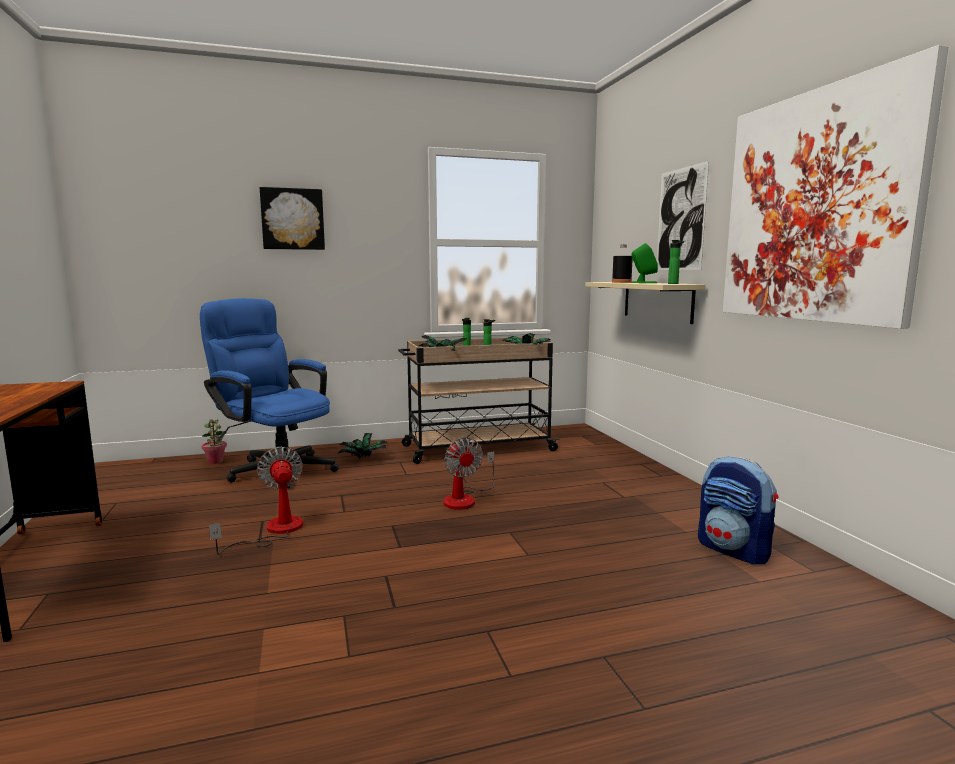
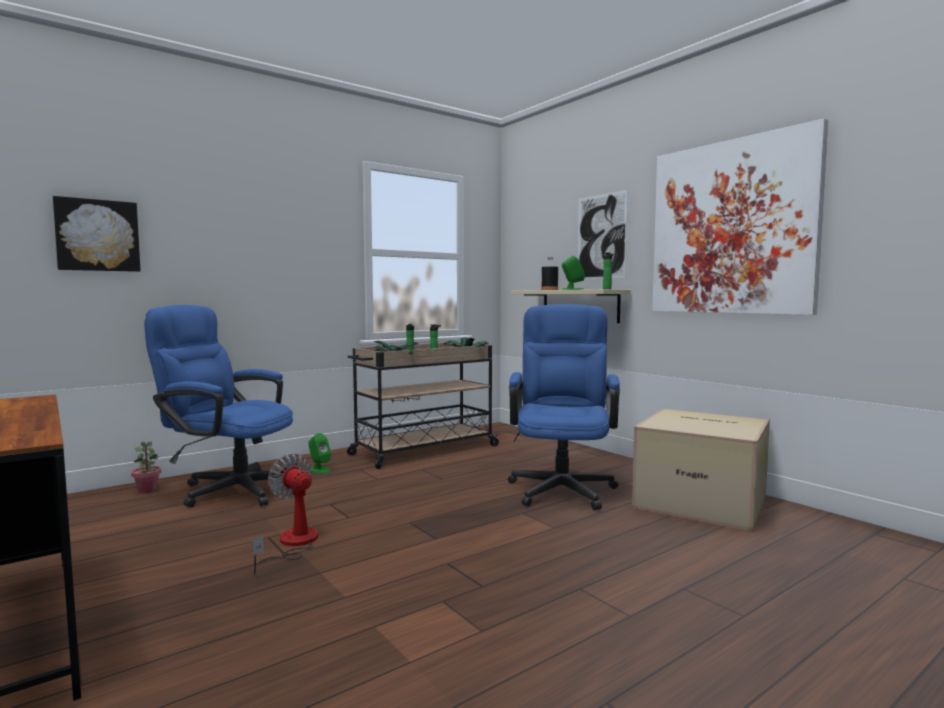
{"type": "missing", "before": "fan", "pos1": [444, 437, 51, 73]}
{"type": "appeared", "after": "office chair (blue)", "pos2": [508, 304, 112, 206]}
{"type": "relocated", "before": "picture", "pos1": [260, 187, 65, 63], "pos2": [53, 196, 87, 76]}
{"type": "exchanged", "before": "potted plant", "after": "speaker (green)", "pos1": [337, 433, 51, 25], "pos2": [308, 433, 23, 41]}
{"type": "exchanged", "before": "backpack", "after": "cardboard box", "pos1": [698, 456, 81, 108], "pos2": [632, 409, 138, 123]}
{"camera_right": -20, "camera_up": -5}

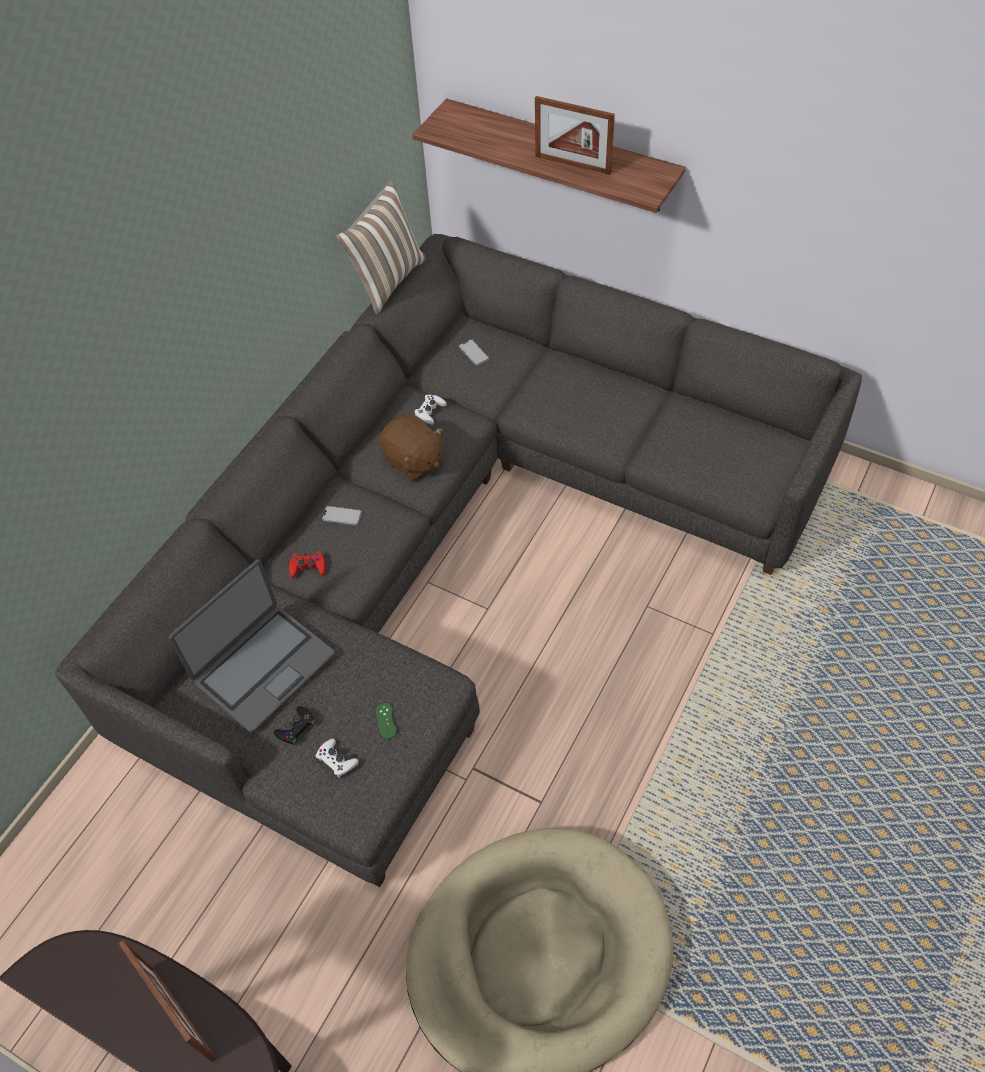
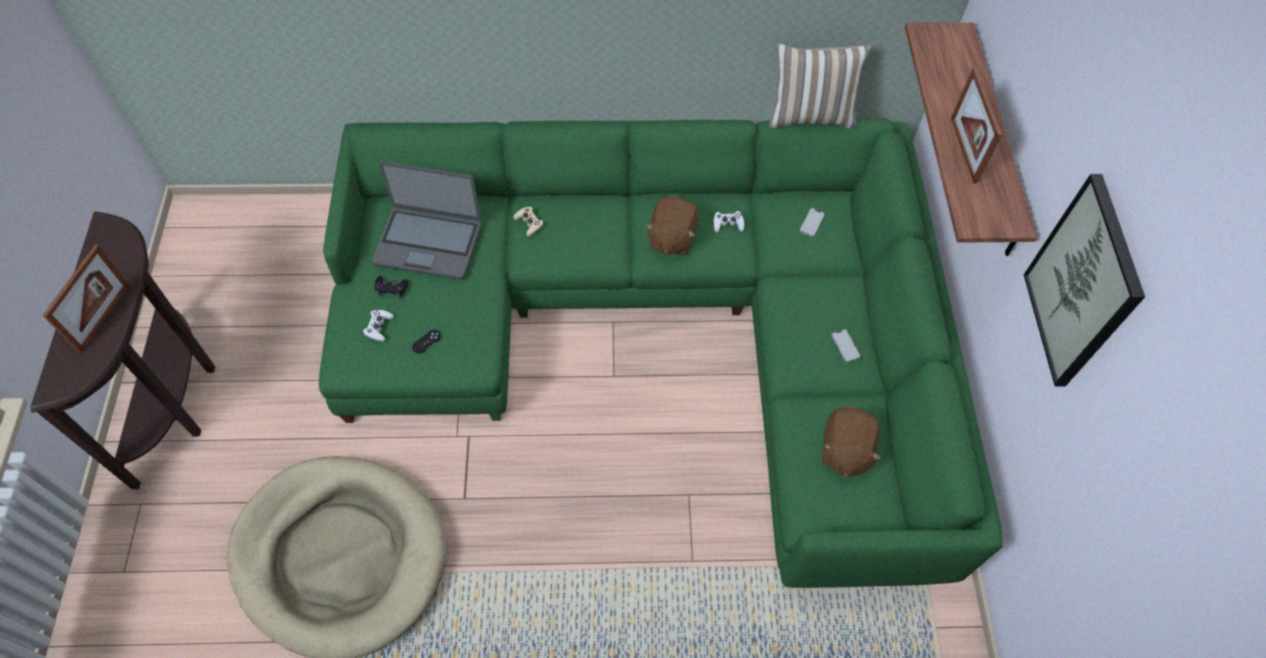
{"type": "appeared", "after": "plush toy (brown)", "pos2": [822, 407, 59, 71]}
{"type": "appeared", "after": "picture", "pos2": [1024, 174, 121, 213]}
{"type": "relocated", "before": "phone", "pos1": [322, 506, 40, 19], "pos2": [831, 329, 30, 34]}
{"type": "colour", "before": "sofa (grey)", "after": "sofa (green)", "pos1": [55, 234, 807, 653], "pos2": [319, 118, 684, 470]}
{"type": "colour", "before": "game controller (red)", "after": "game controller (beige)", "pos1": [289, 551, 36, 27], "pos2": [513, 207, 31, 30]}
{"type": "colour", "before": "game controller (green)", "after": "game controller (black)", "pos1": [376, 703, 21, 36], "pos2": [412, 330, 29, 23]}
{"camera_right": 55, "camera_up": 5}

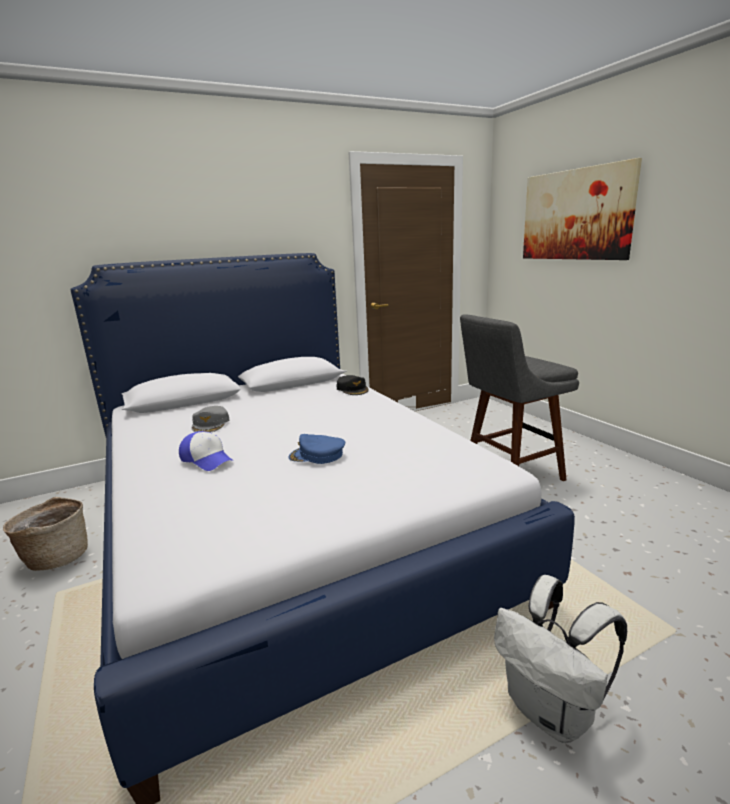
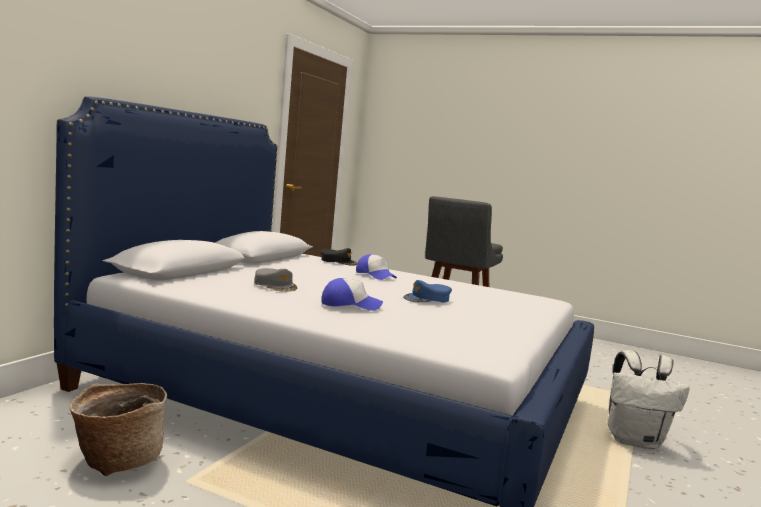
{"type": "missing", "before": "picture", "pos1": [523, 158, 119, 102]}
{"type": "appeared", "after": "cap", "pos2": [356, 254, 41, 26]}
{"camera_right": -40, "camera_up": -10}

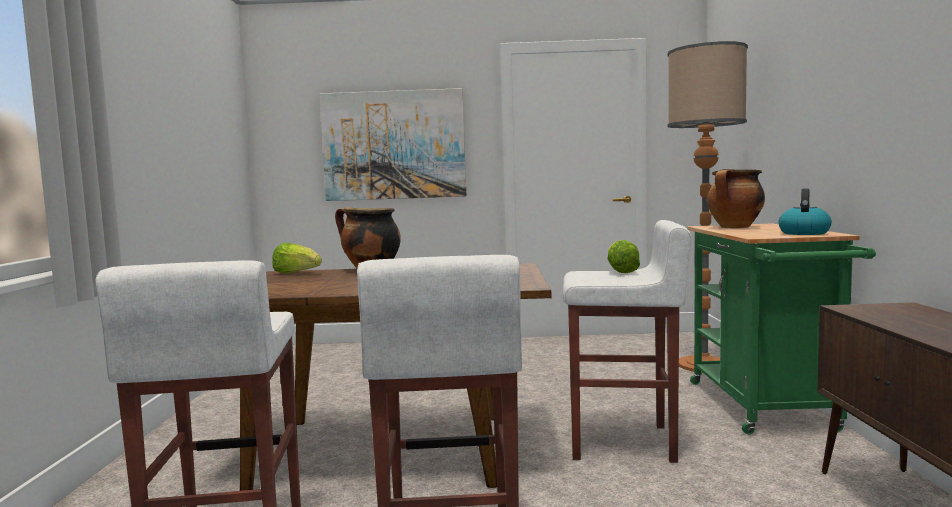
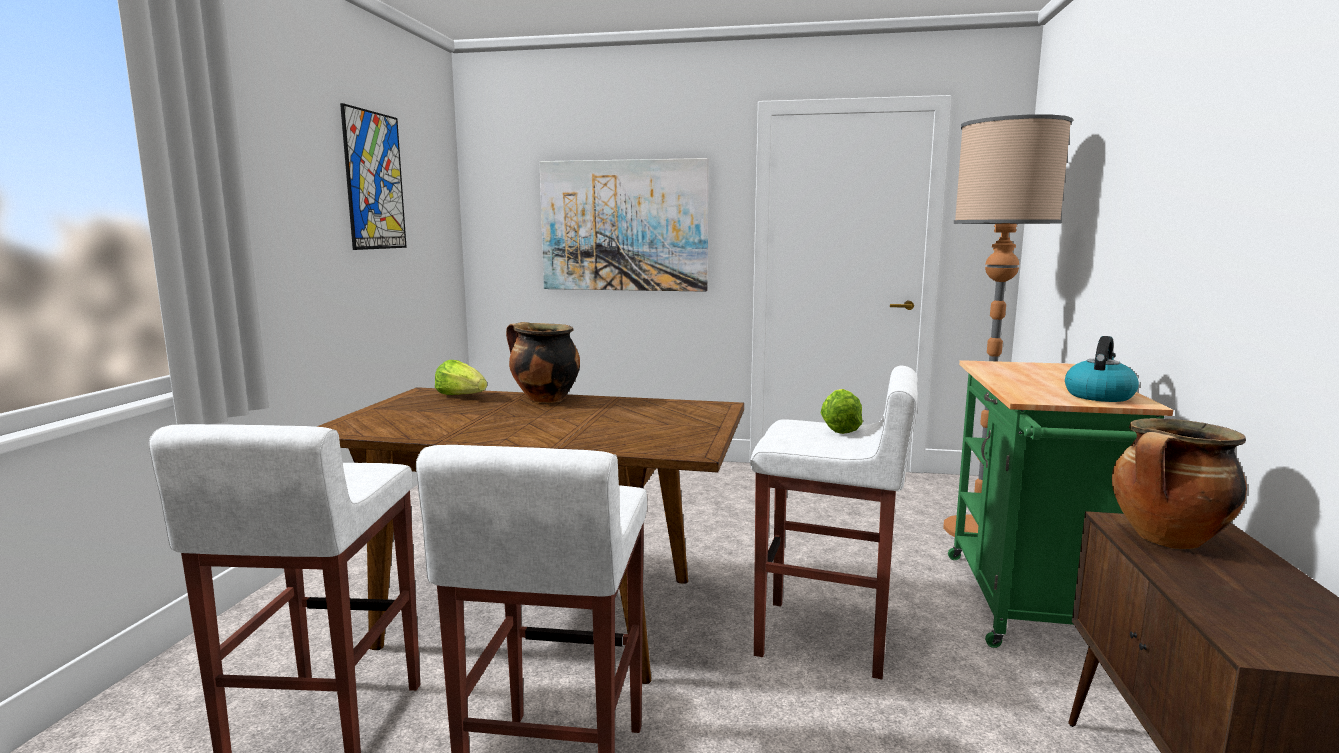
{"type": "appeared", "after": "picture", "pos2": [340, 103, 67, 147]}
{"type": "relocated", "before": "cooking pot", "pos1": [707, 169, 58, 59], "pos2": [1112, 418, 135, 131]}
{"camera_right": 10, "camera_up": 5}

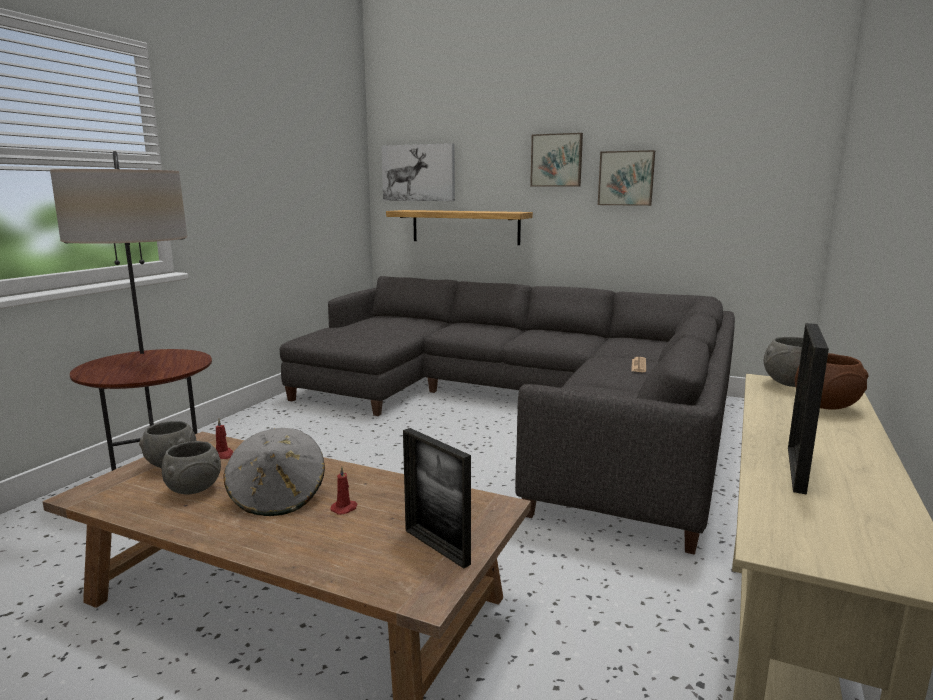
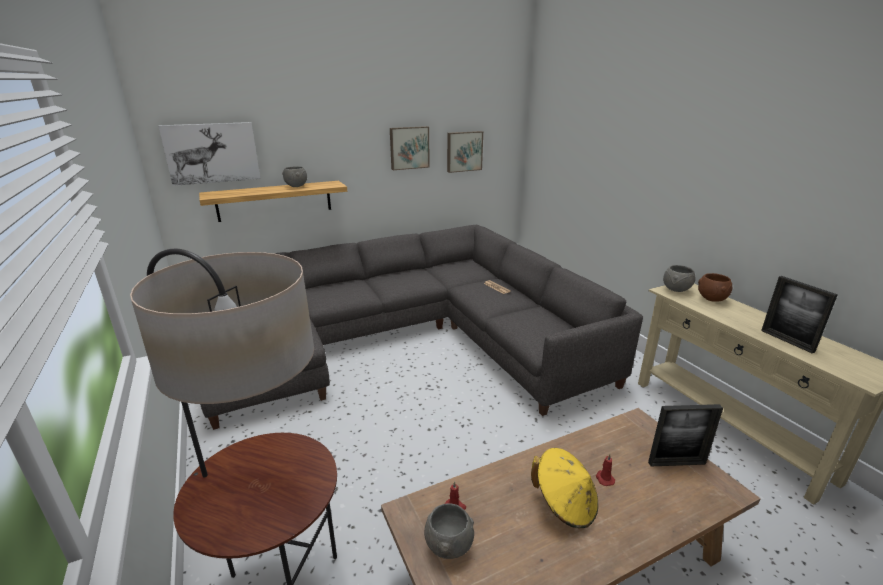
{"type": "relocated", "before": "bowl (grey)", "pos1": [162, 441, 59, 53], "pos2": [282, 166, 25, 21]}
{"type": "relocated", "before": "picture", "pos1": [530, 133, 53, 53], "pos2": [447, 131, 36, 42]}
{"type": "colour", "before": "hat (grey)", "after": "hat (yellow)", "pos1": [223, 428, 102, 88], "pos2": [531, 448, 67, 80]}
{"camera_right": -50, "camera_up": 10}

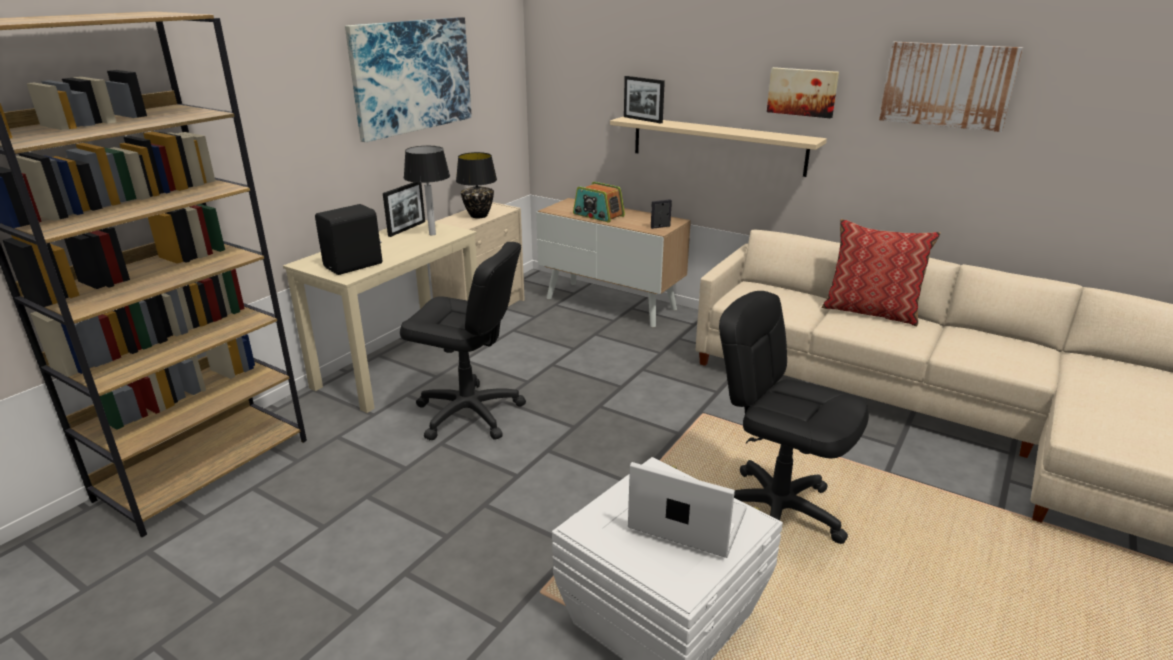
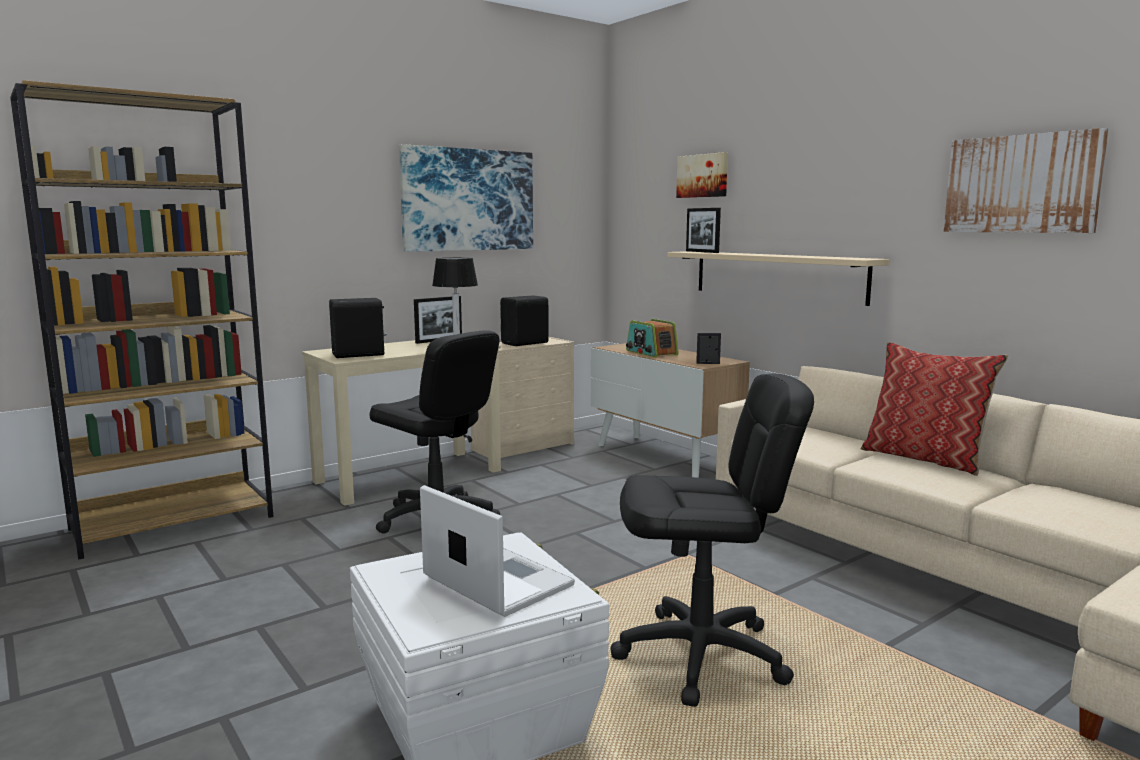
{"type": "relocated", "before": "picture", "pos1": [767, 67, 72, 51], "pos2": [676, 152, 52, 46]}
{"type": "exchanged", "before": "table lamp (black)", "after": "speaker (black)", "pos1": [456, 152, 41, 67], "pos2": [500, 295, 49, 51]}
{"type": "spun", "before": "office chair (black)", "pos1": [719, 291, 150, 253], "pos2": [610, 373, 204, 334], "turn": 120}
{"camera_right": 20, "camera_up": -15}

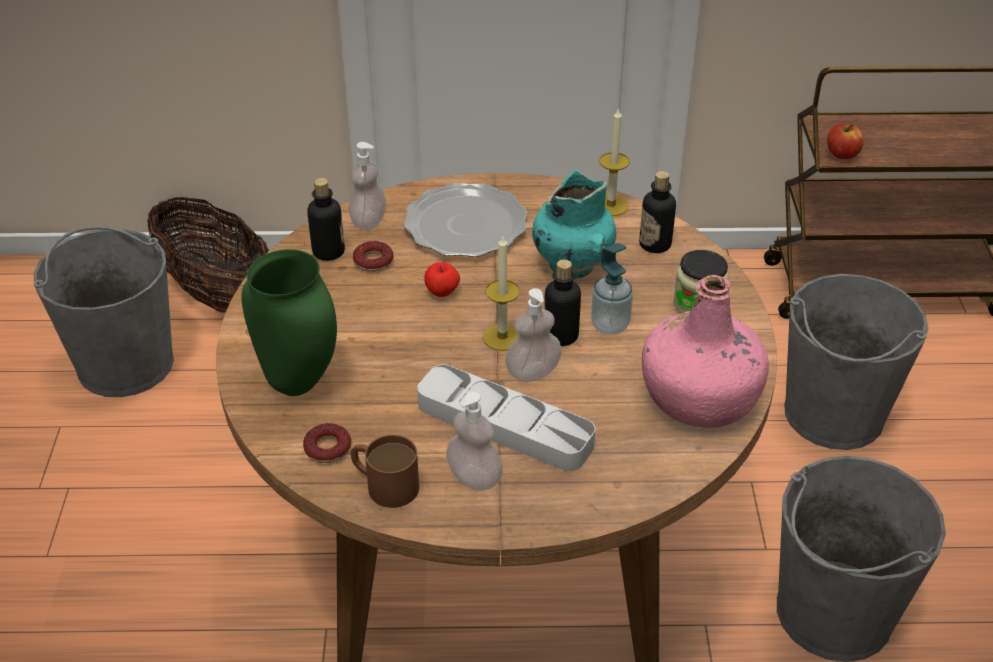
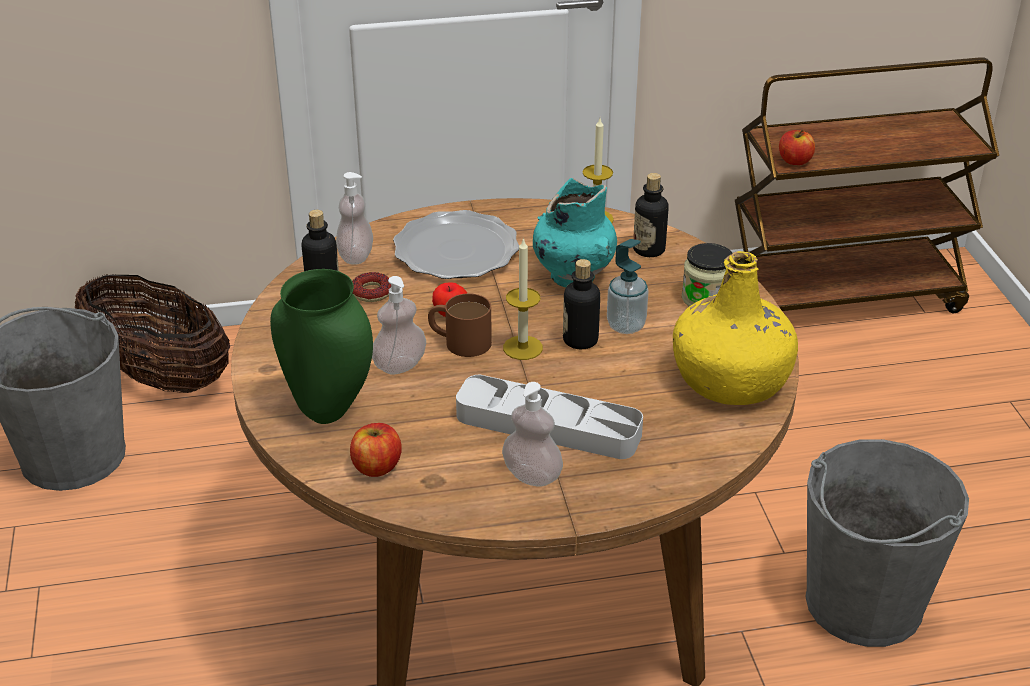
{"type": "missing", "before": "bucket (grey)", "pos1": [784, 274, 145, 176]}
{"type": "relocated", "before": "mug (brown)", "pos1": [351, 435, 68, 73], "pos2": [428, 293, 64, 64]}
{"type": "relocated", "before": "soap dispenser", "pos1": [505, 288, 57, 94], "pos2": [372, 276, 54, 98]}
{"type": "exchanged", "before": "donut", "after": "apple", "pos1": [303, 423, 48, 40], "pos2": [350, 423, 52, 54]}
{"type": "colour", "before": "bottle (pink)", "after": "bottle (yellow)", "pos1": [642, 275, 127, 153], "pos2": [673, 251, 125, 154]}
{"camera_right": -10, "camera_up": -5}

